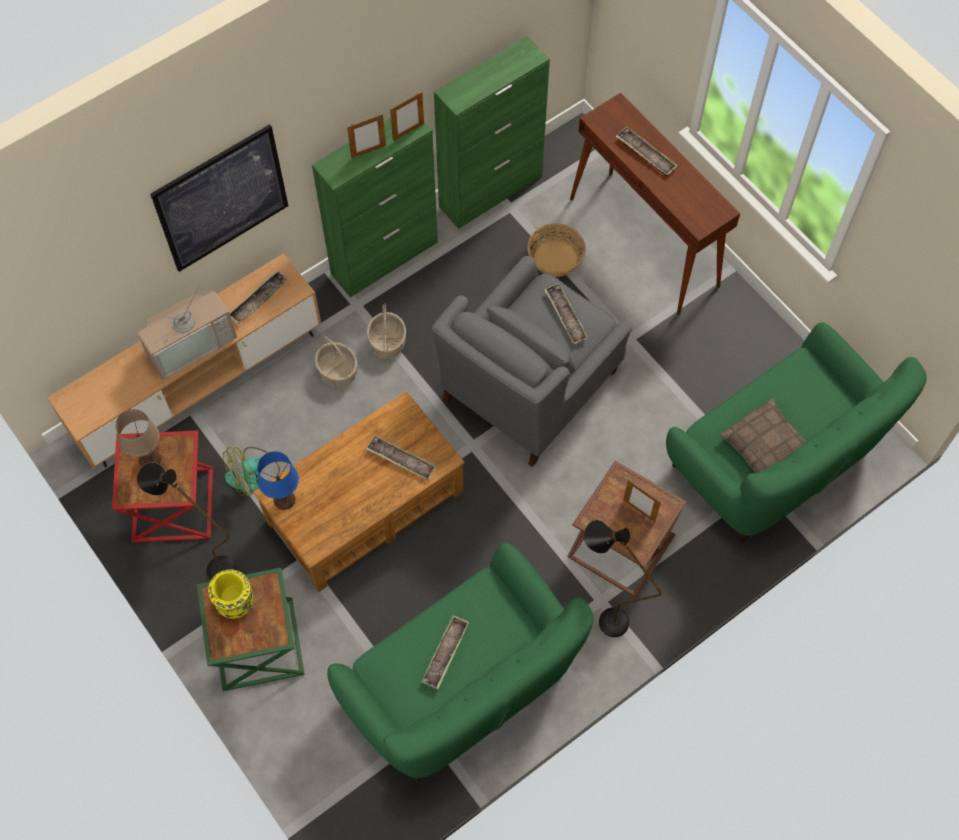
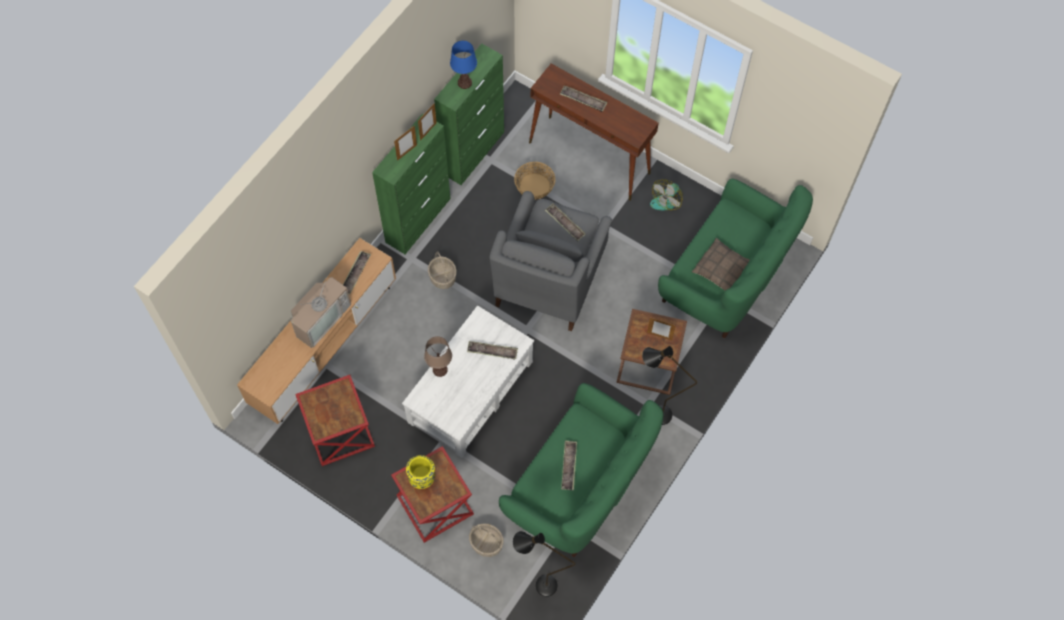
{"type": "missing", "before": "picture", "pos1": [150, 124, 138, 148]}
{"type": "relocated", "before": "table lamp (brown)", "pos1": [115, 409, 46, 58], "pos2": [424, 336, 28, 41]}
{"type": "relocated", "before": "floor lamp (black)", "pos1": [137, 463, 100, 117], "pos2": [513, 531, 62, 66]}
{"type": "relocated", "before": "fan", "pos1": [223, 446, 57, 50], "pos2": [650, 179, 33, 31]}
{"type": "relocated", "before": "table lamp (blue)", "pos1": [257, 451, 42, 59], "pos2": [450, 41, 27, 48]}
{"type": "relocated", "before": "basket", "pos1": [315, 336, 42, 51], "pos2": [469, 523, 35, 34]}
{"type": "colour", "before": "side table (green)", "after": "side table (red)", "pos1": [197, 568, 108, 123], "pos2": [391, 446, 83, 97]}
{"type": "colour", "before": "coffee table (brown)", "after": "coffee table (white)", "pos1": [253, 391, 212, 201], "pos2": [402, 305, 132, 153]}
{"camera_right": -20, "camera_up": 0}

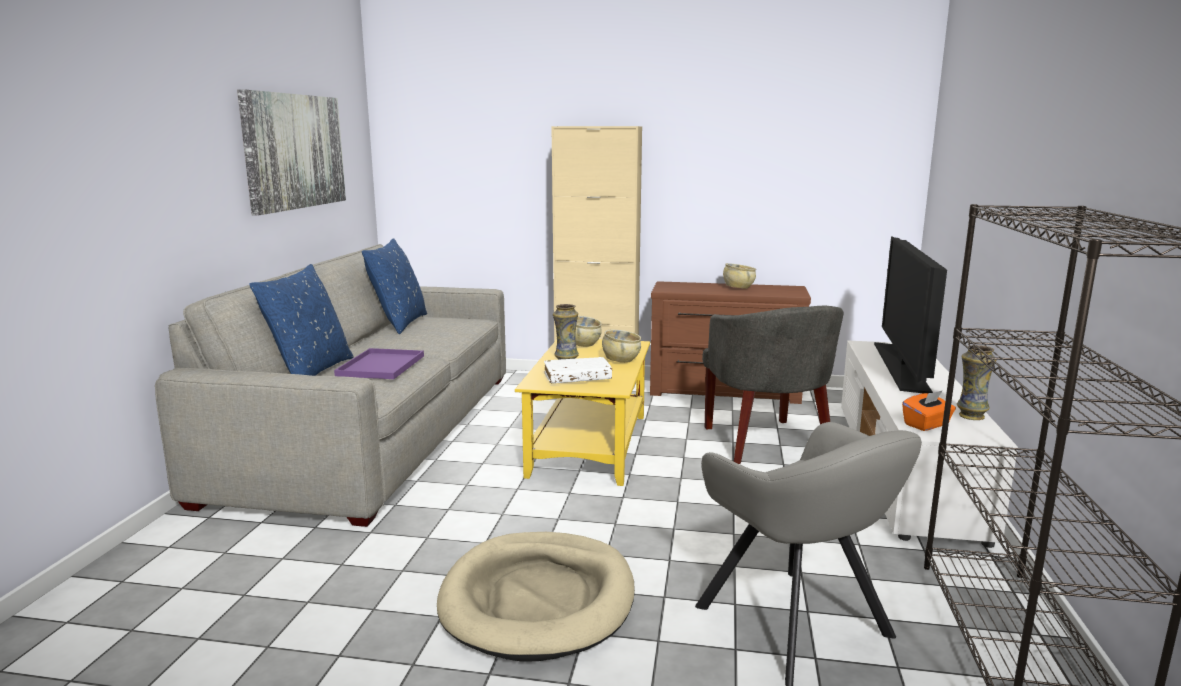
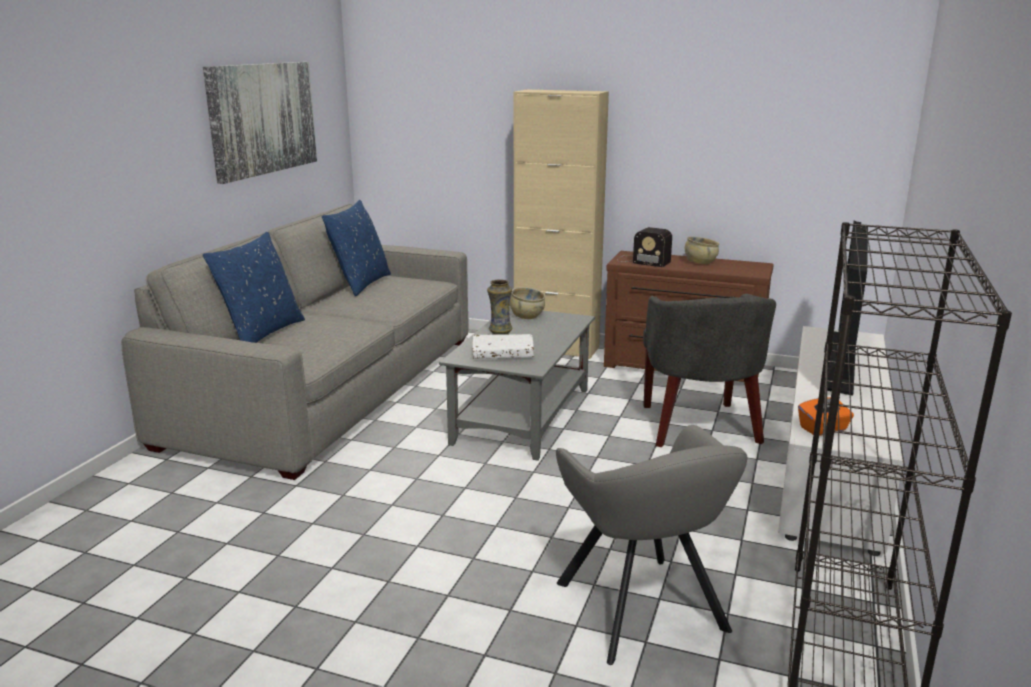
{"type": "missing", "before": "tray (purple)", "pos1": [334, 348, 90, 31]}
{"type": "missing", "before": "dog bed (beige)", "pos1": [437, 532, 198, 130]}
{"type": "missing", "before": "bowl (beige)", "pos1": [602, 329, 39, 34]}
{"type": "missing", "before": "vase", "pos1": [957, 345, 39, 75]}
{"type": "appeared", "after": "radio", "pos2": [617, 227, 55, 40]}
{"type": "colour", "before": "coffee table (yellow)", "after": "coffee table (grey)", "pos1": [515, 339, 135, 147], "pos2": [439, 307, 156, 154]}
{"camera_right": 10, "camera_up": 5}

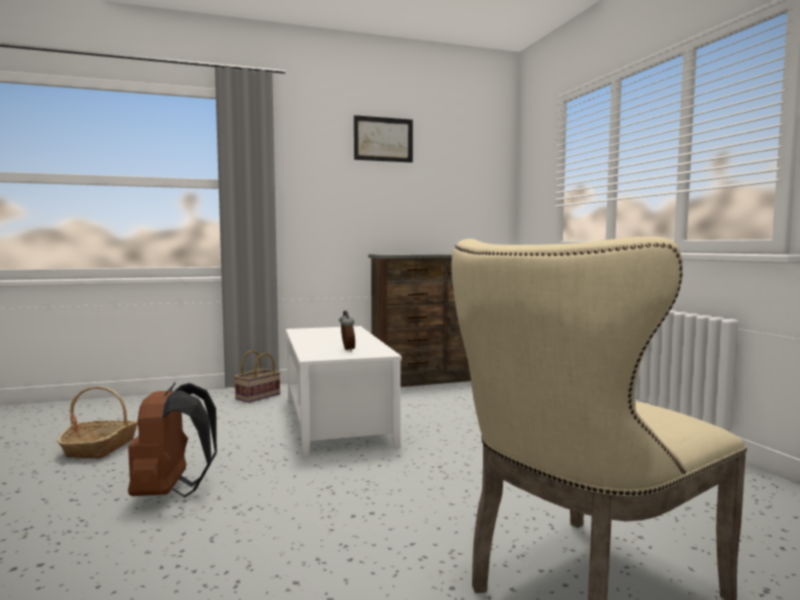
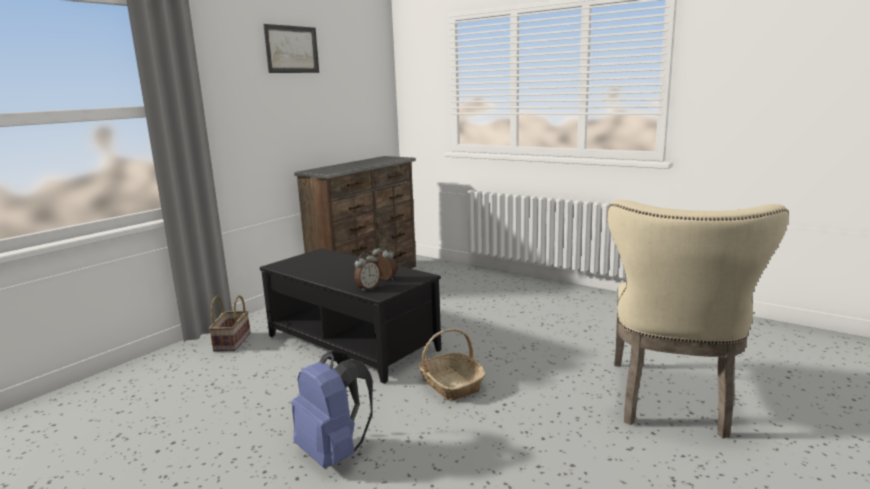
{"type": "appeared", "after": "alarm clock", "pos2": [354, 252, 27, 39]}
{"type": "relocated", "before": "basket", "pos1": [57, 386, 81, 73], "pos2": [418, 329, 68, 72]}
{"type": "colour", "before": "backpack (brown)", "after": "backpack (blue)", "pos1": [128, 383, 89, 114], "pos2": [291, 350, 82, 118]}
{"type": "colour", "before": "coffee table (white)", "after": "coffee table (black)", "pos1": [286, 326, 116, 131], "pos2": [260, 248, 181, 136]}
{"camera_right": -35, "camera_up": 10}

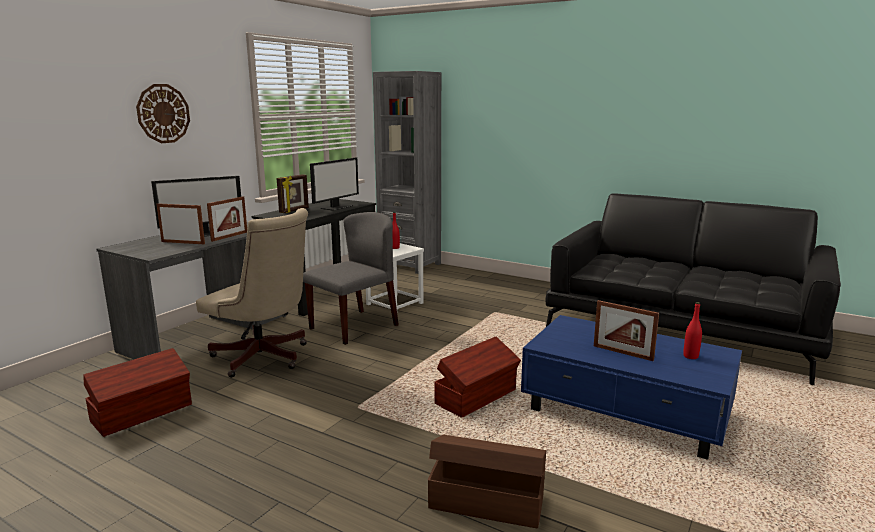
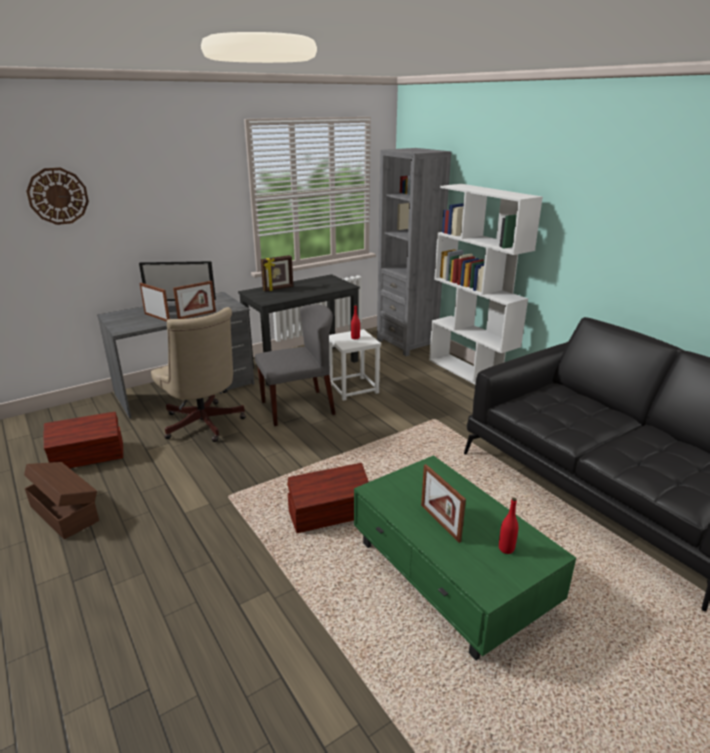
{"type": "missing", "before": "monitor", "pos1": [310, 157, 49, 54]}
{"type": "appeared", "after": "bookcase (white)", "pos2": [429, 184, 114, 200]}
{"type": "relocated", "before": "wall clock", "pos1": [136, 84, 54, 59], "pos2": [26, 168, 63, 57]}
{"type": "relocated", "before": "storage box (brown)", "pos1": [428, 435, 118, 94], "pos2": [24, 462, 75, 77]}
{"type": "colour", "before": "coffee table (blue)", "after": "coffee table (green)", "pos1": [521, 315, 221, 145], "pos2": [354, 455, 222, 206]}
{"camera_right": 25, "camera_up": 10}

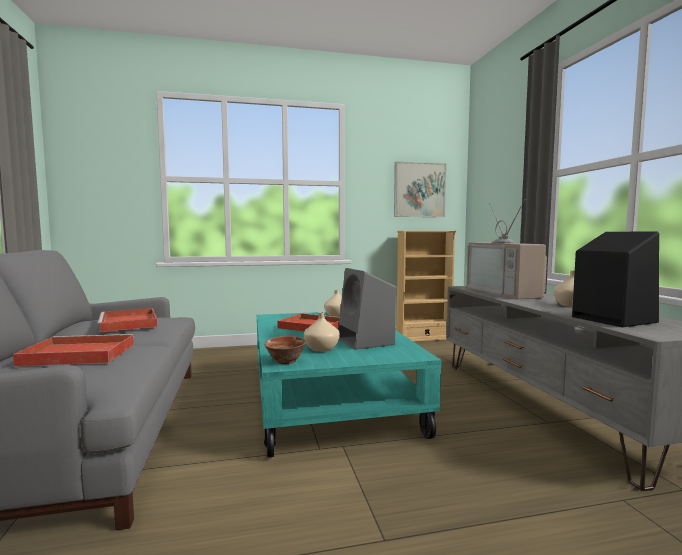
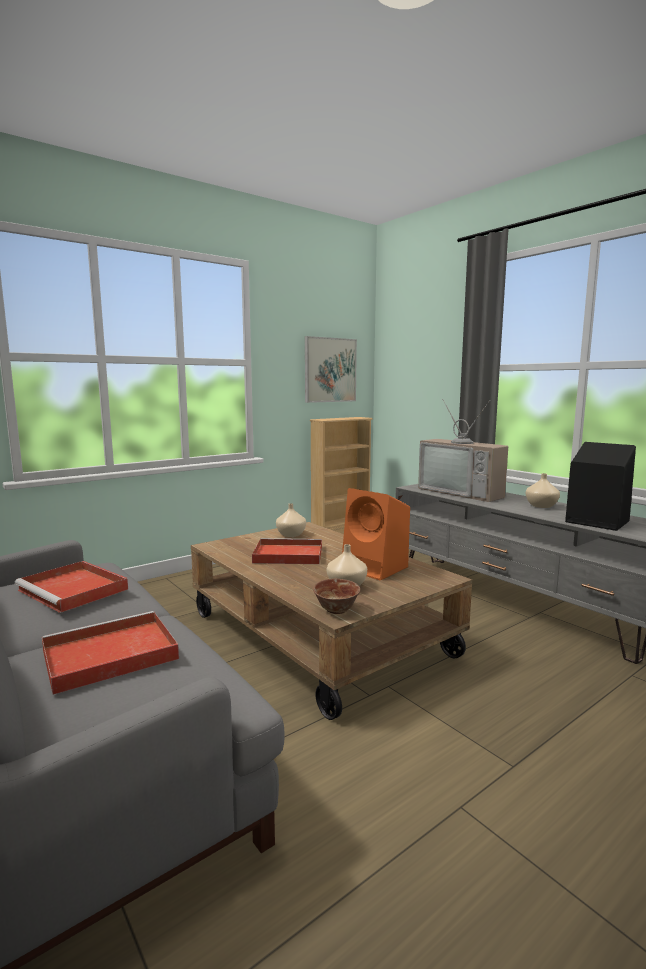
{"type": "colour", "before": "coffee table (turquoise)", "after": "coffee table (brown)", "pos1": [257, 312, 184, 146], "pos2": [191, 522, 281, 198]}
{"type": "colour", "before": "speaker (grey)", "after": "speaker (orange)", "pos1": [338, 268, 58, 82], "pos2": [342, 488, 68, 92]}
{"camera_right": -25, "camera_up": 5}

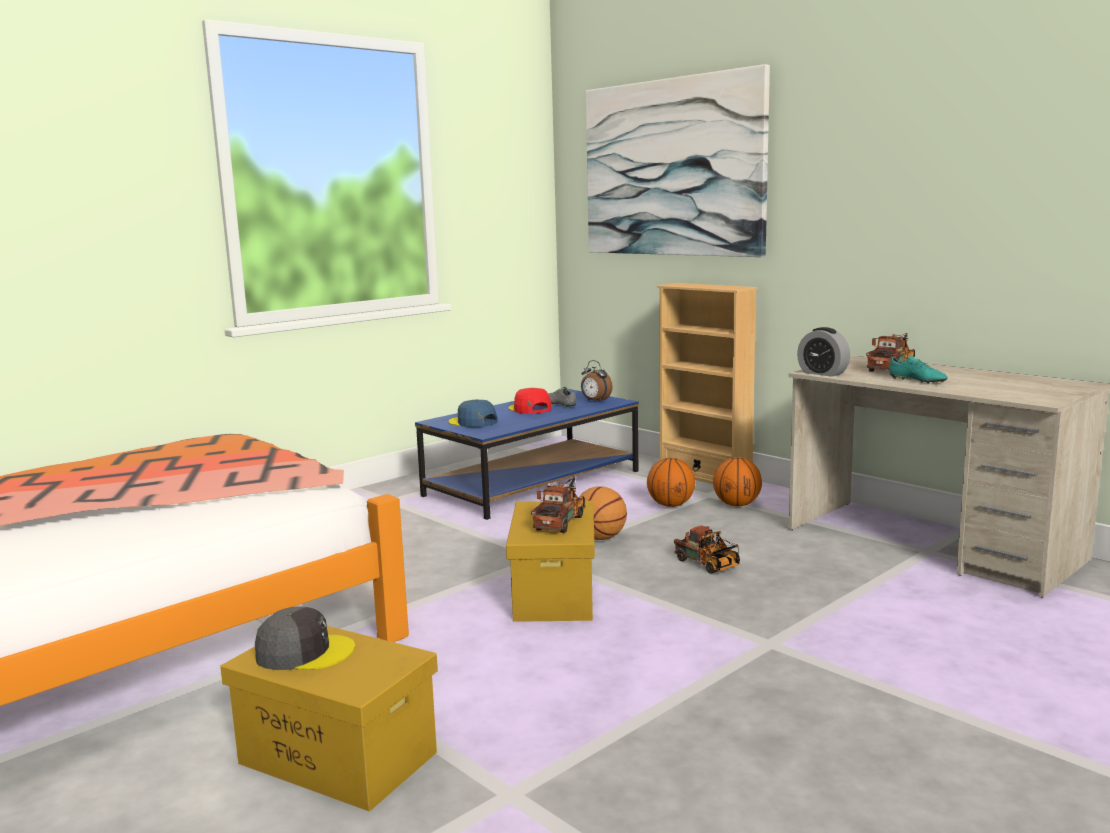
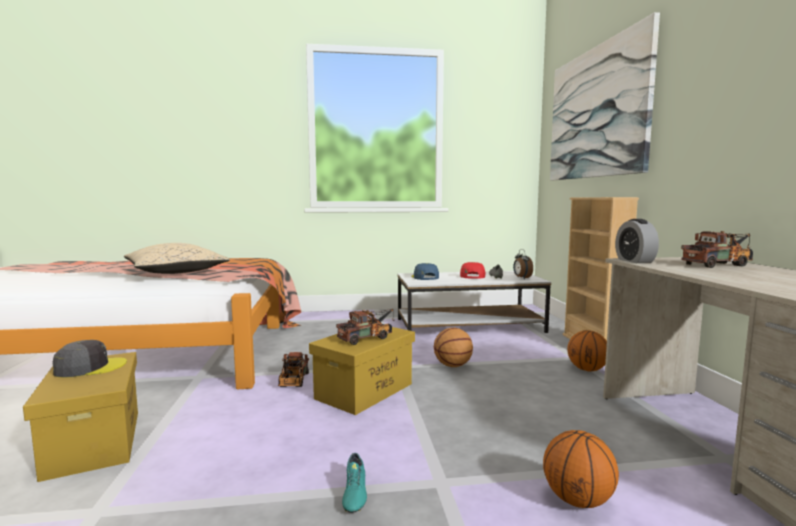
{"type": "appeared", "after": "pillow (beige)", "pos2": [124, 243, 106, 31]}
{"type": "relocated", "before": "basketball", "pos1": [647, 458, 48, 49], "pos2": [543, 430, 76, 78]}
{"type": "relocated", "before": "toy truck", "pos1": [674, 526, 66, 48], "pos2": [278, 352, 31, 35]}
{"type": "relocated", "before": "shoe (turquoise)", "pos1": [889, 355, 59, 29], "pos2": [342, 453, 25, 60]}
{"type": "colour", "before": "coffee table (blue)", "after": "coffee table (white)", "pos1": [415, 389, 224, 131], "pos2": [398, 271, 153, 62]}
{"type": "spun", "before": "cap (grey)", "pos1": [255, 606, 100, 64], "pos2": [53, 340, 74, 38], "turn": -60}
{"camera_right": 35, "camera_up": -5}

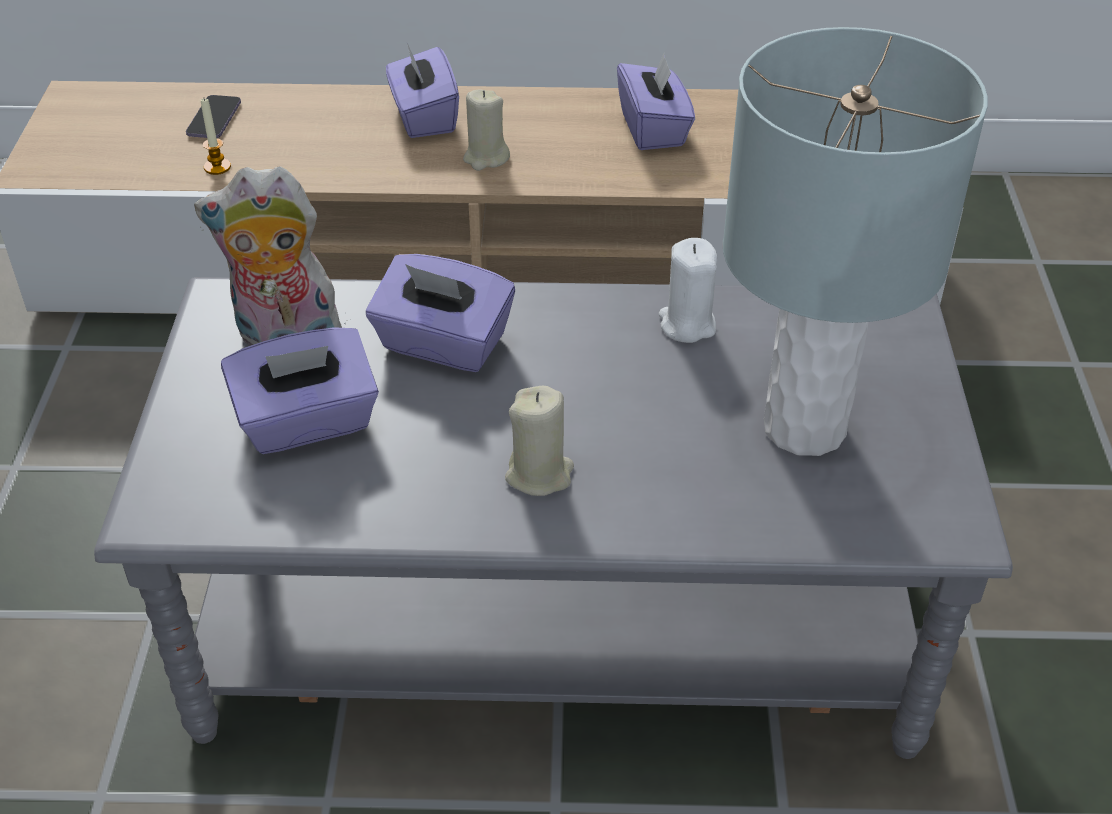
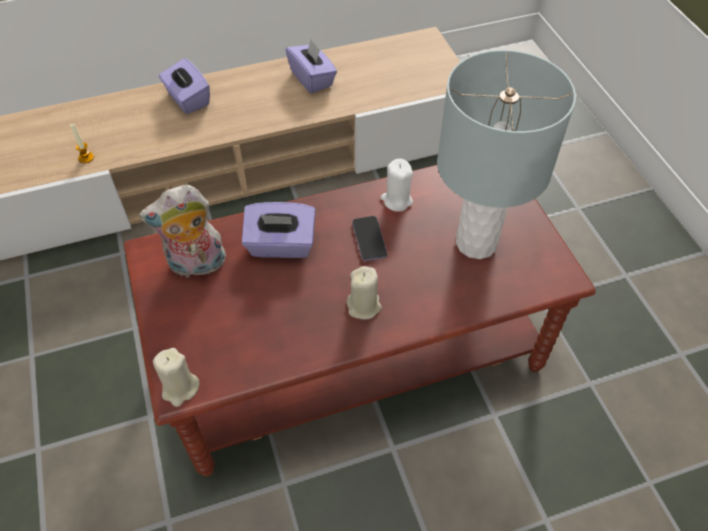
{"type": "missing", "before": "tissue box (purple)", "pos1": [221, 327, 158, 127]}
{"type": "relocated", "before": "phone", "pos1": [186, 95, 55, 43], "pos2": [352, 216, 35, 45]}
{"type": "relocated", "before": "candle (beige)", "pos1": [463, 90, 47, 81], "pos2": [153, 348, 46, 59]}
{"type": "colour", "before": "coffee table (grey)", "after": "coffee table (brown)", "pos1": [94, 277, 919, 482], "pos2": [124, 165, 472, 311]}
{"camera_right": -20, "camera_up": 10}

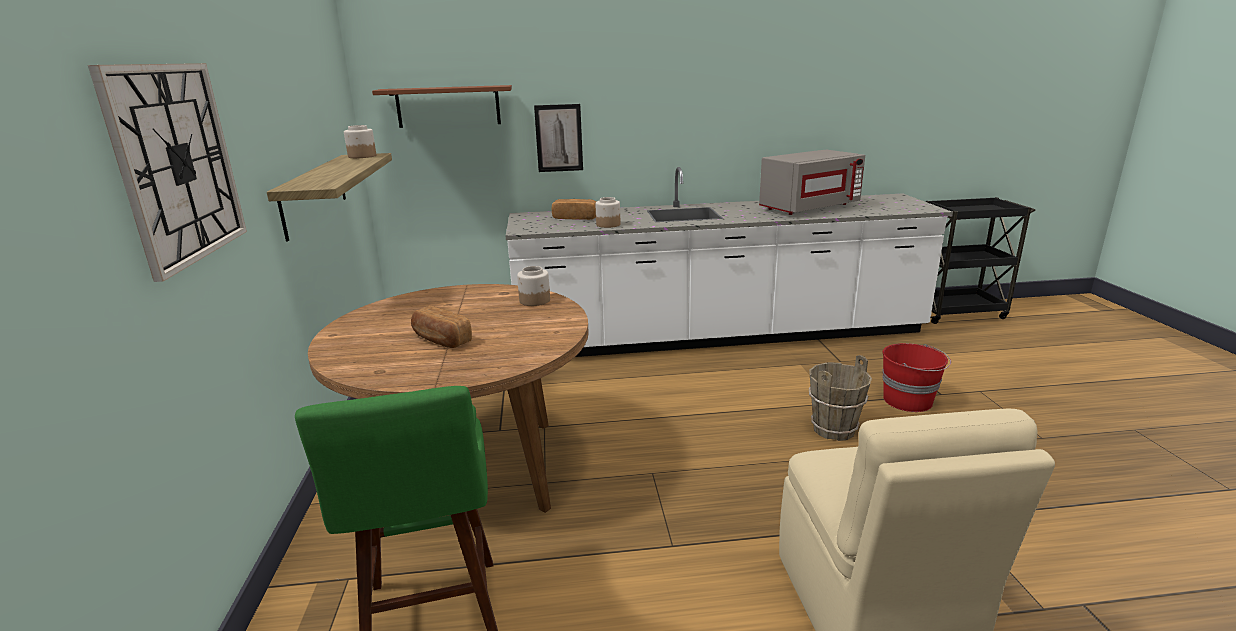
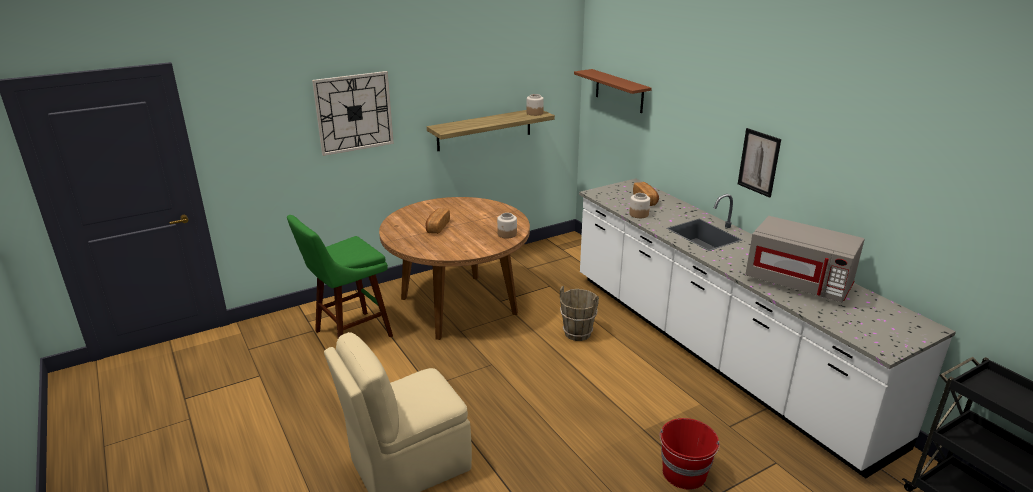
{"type": "relocated", "before": "picture", "pos1": [534, 104, 49, 68], "pos2": [738, 128, 43, 70]}
{"type": "relocated", "before": "bucket (brown)", "pos1": [809, 355, 63, 86], "pos2": [560, 286, 39, 55]}
{"camera_right": 65, "camera_up": 5}

